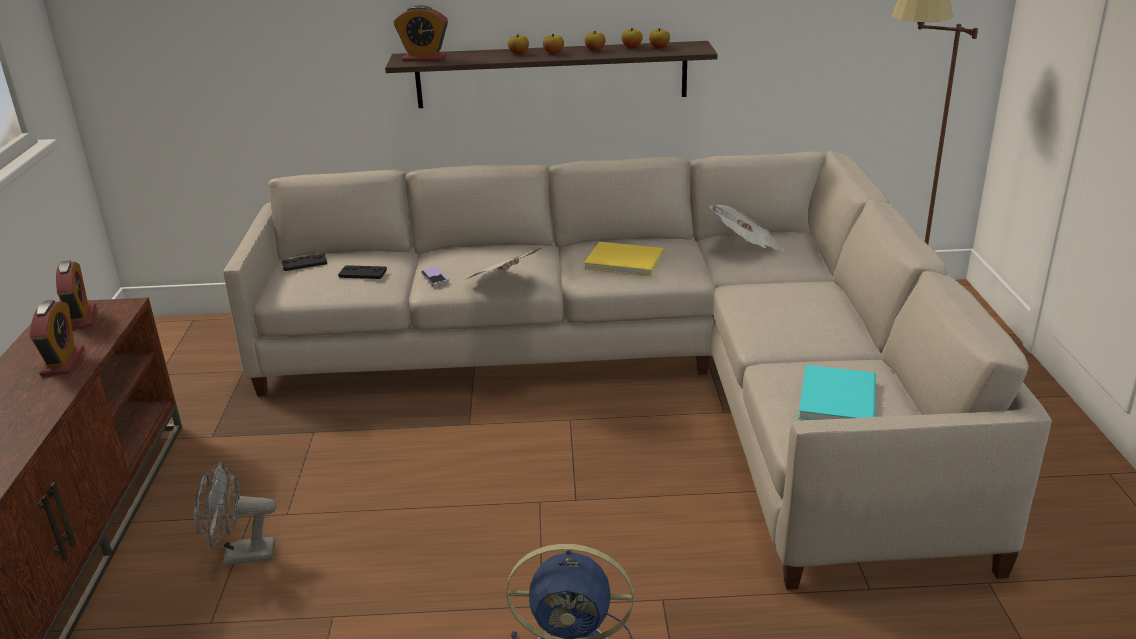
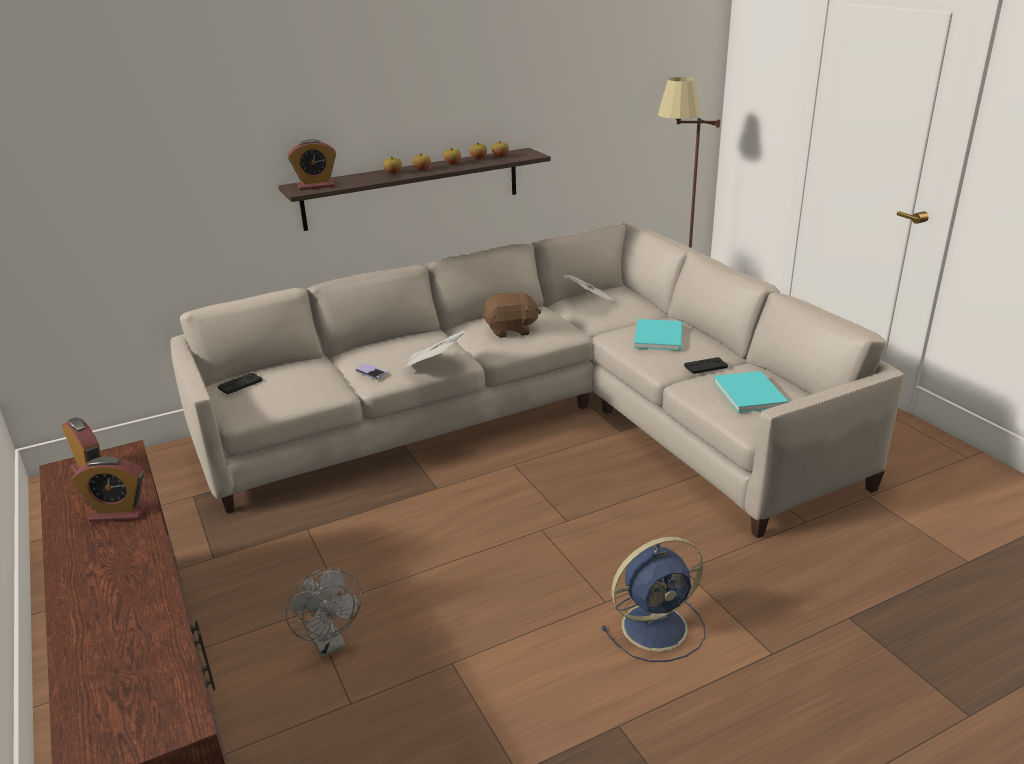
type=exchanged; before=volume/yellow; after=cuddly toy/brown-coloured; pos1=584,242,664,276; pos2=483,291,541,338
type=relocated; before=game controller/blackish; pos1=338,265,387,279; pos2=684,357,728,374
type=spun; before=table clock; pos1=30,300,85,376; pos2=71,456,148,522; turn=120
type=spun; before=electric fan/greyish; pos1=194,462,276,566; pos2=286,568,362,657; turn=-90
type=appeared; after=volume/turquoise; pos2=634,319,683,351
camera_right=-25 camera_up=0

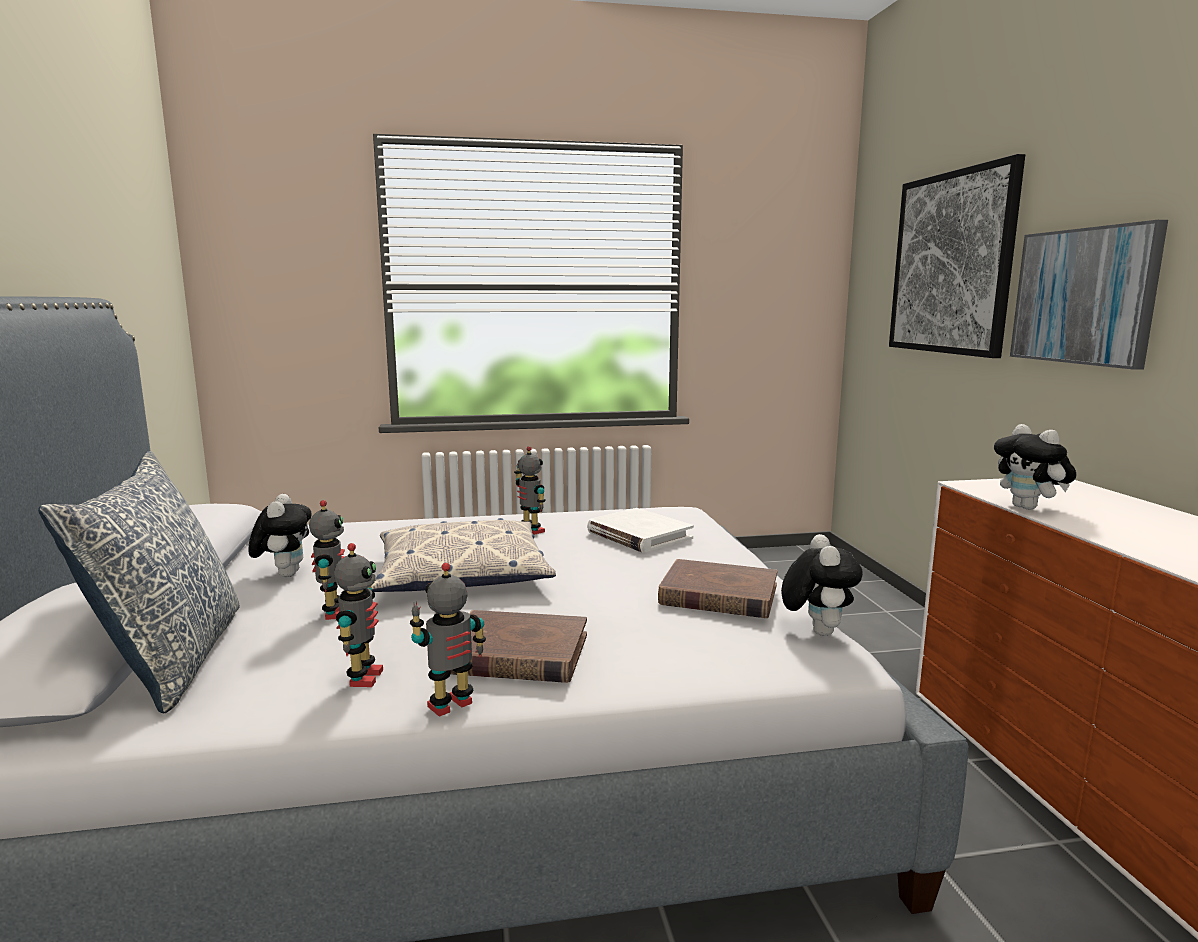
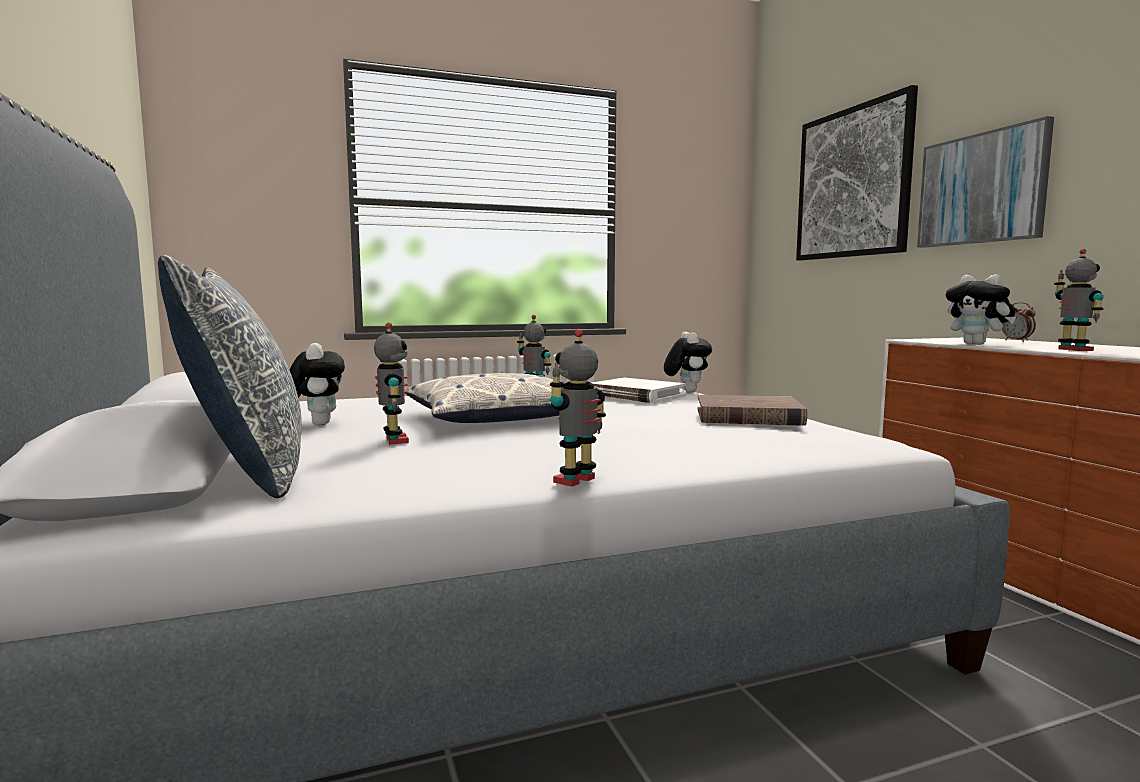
type=relocated; before=cuddly toy; pos1=781,534,863,636; pos2=664,332,712,392
type=relocated; before=toy robot; pos1=334,543,383,687; pos2=1054,249,1104,351
type=missing; before=volume/brown-coloured; pos1=450,610,587,683
type=appeared; after=table clock; pos2=1002,302,1036,342
camera_right=-10 camera_up=-5

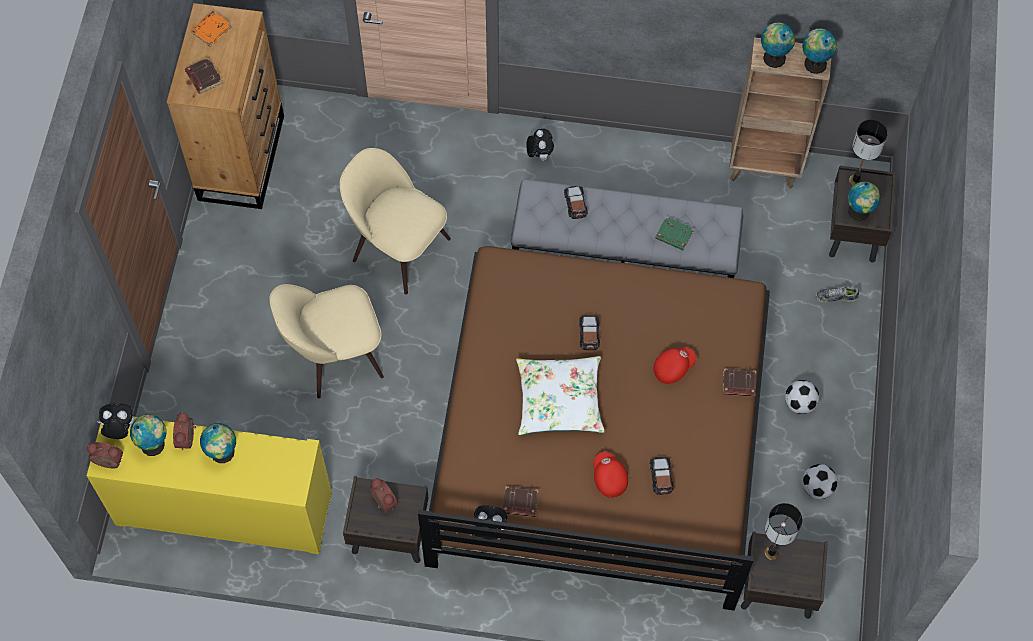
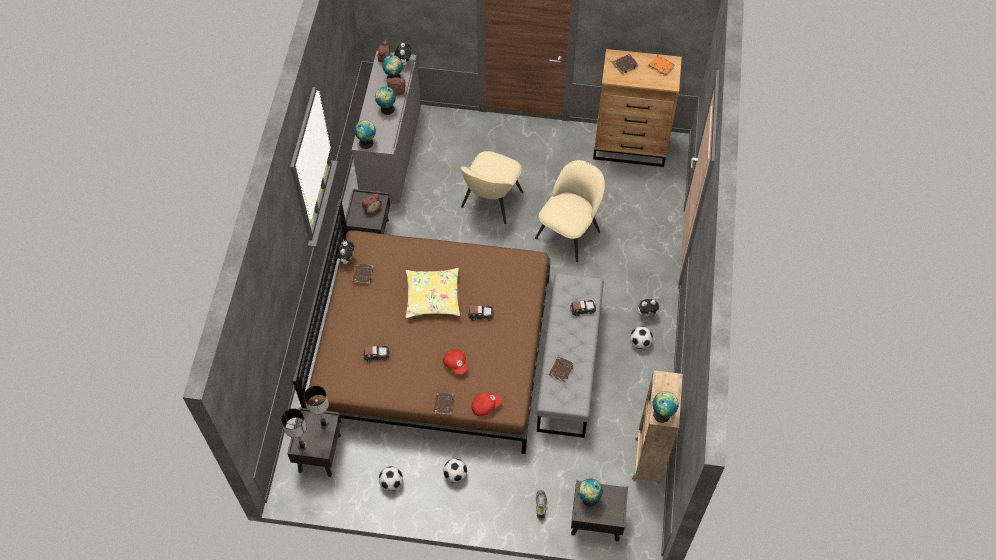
type=relocated; before=world globe; pos1=761,23,795,68; pos2=354,120,376,149
type=relocated; before=table lamp; pos1=849,120,888,186; pos2=281,408,307,451
type=colour; before=volume/green; after=volume/brown-coloured; pos1=655,217,694,250; pos2=549,356,574,382
type=spun; before=plain chair/beige; pos1=269,284,384,398; pos2=460,151,524,224; turn=-135
type=colour; before=throw pillow/white-coloured; after=throw pillow/yellow; pos1=516,356,604,435; pos2=406,268,460,318
type=colour; before=storage cabinet/yellow; after=storage cabinet/greyish; pos1=87,417,332,554; pos2=352,51,421,204
type=relocated; before=cap/reddish; pos1=593,452,628,498; pos2=471,392,502,416
type=appeared; after=football ball; pos2=630,326,653,349
camera_right=90 camera_up=-5

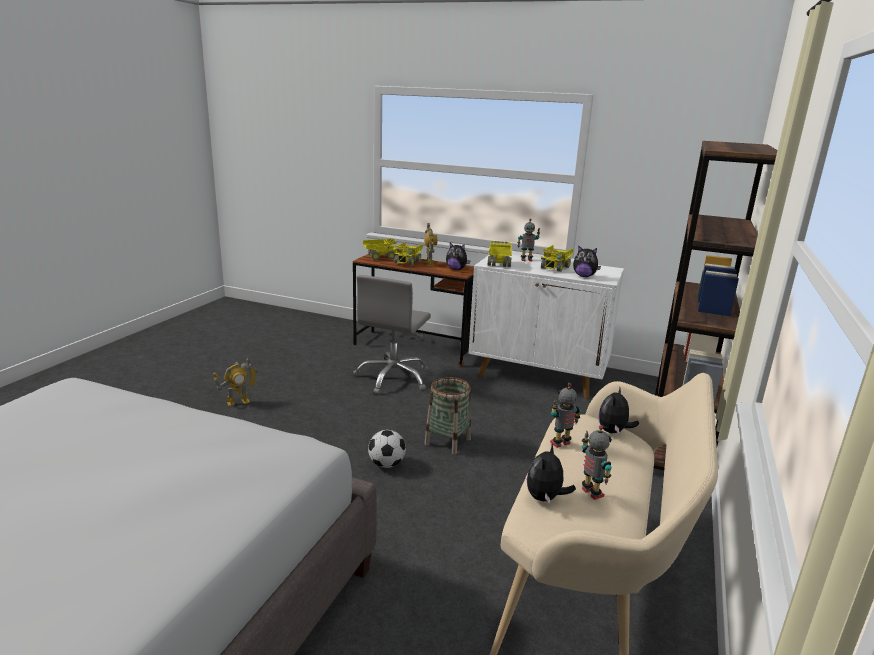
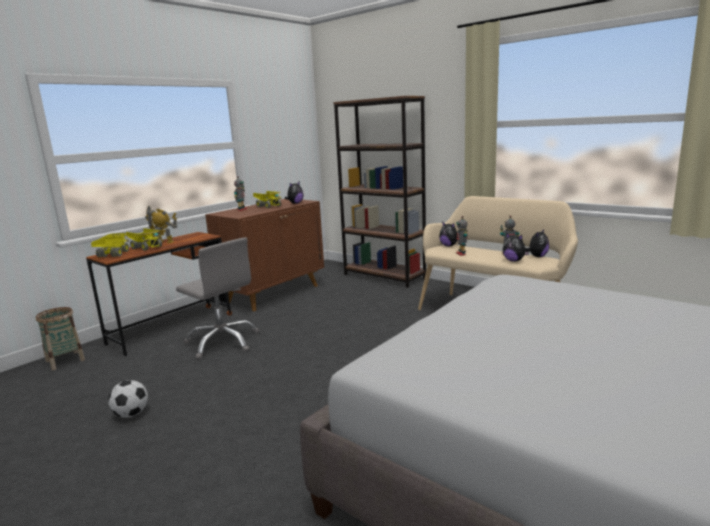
type=missing; before=toy truck; pos1=487,241,512,267
type=relocated; before=cuddly toy; pos1=446,243,471,270; pos2=525,229,549,257
type=colour; before=storage cabinet/white-coloured; after=storage cabinet/brown-coloured; pos1=469,254,624,399; pos2=205,199,324,311
type=missing; before=toy robot; pos1=213,358,258,406
type=relocated; before=storage basket; pos1=424,377,471,455; pos2=36,307,85,371
type=relocated; before=football ball; pos1=368,430,406,468; pos2=108,380,148,418
camera_right=-70 camera_up=-5

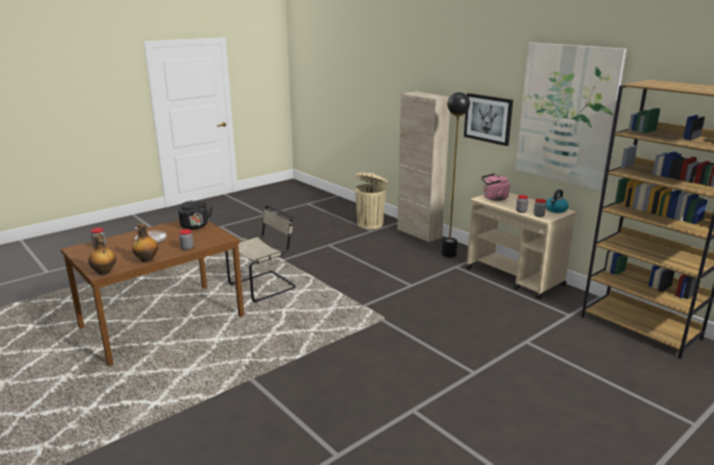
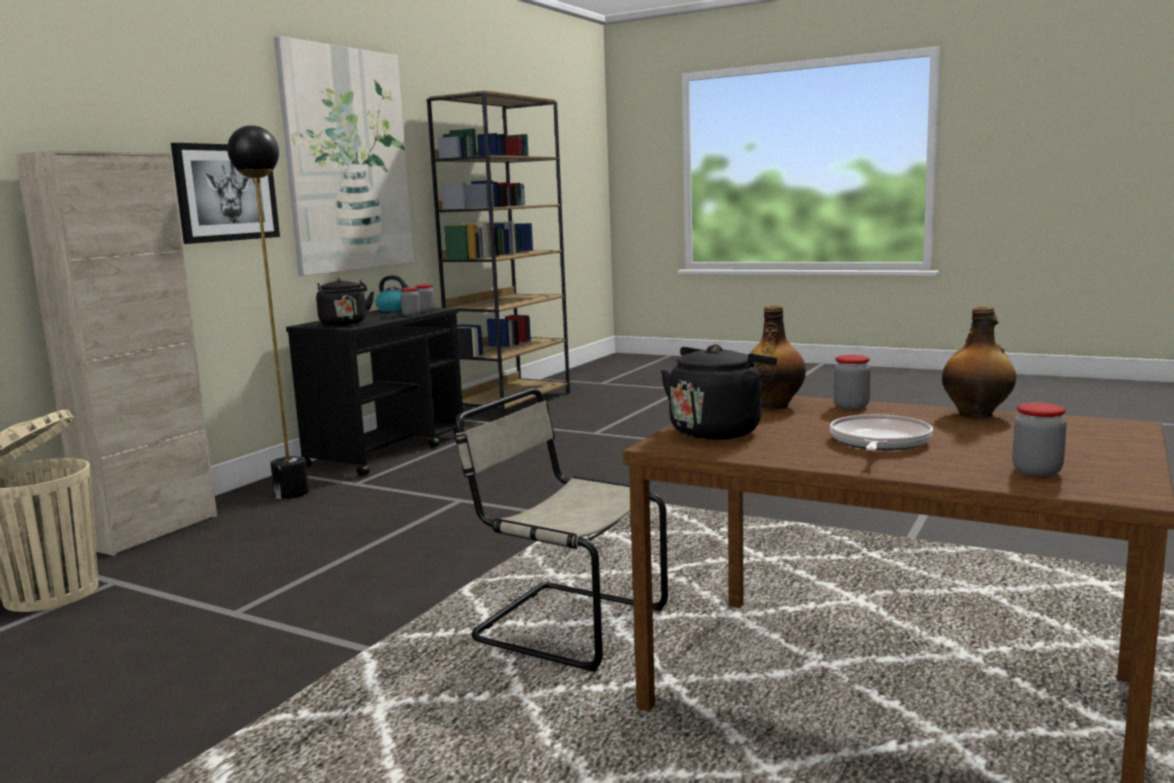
type=colour; before=kettle/pink; after=kettle/blackish; pos1=481,173,510,201; pos2=316,278,374,326
type=colour; before=cart/beige; after=cart/blackish; pos1=466,193,577,299; pos2=286,308,465,476
type=relocated; before=bottle; pos1=88,234,116,275; pos2=750,305,806,409
camera_right=-110 camera_up=-10

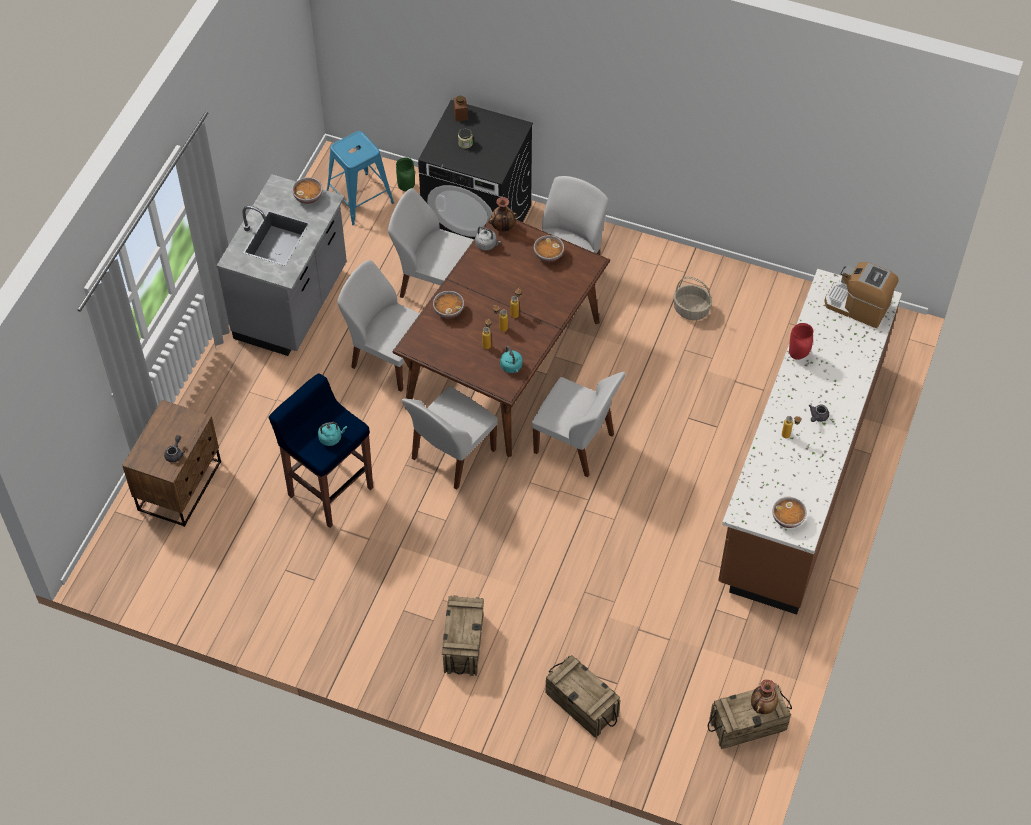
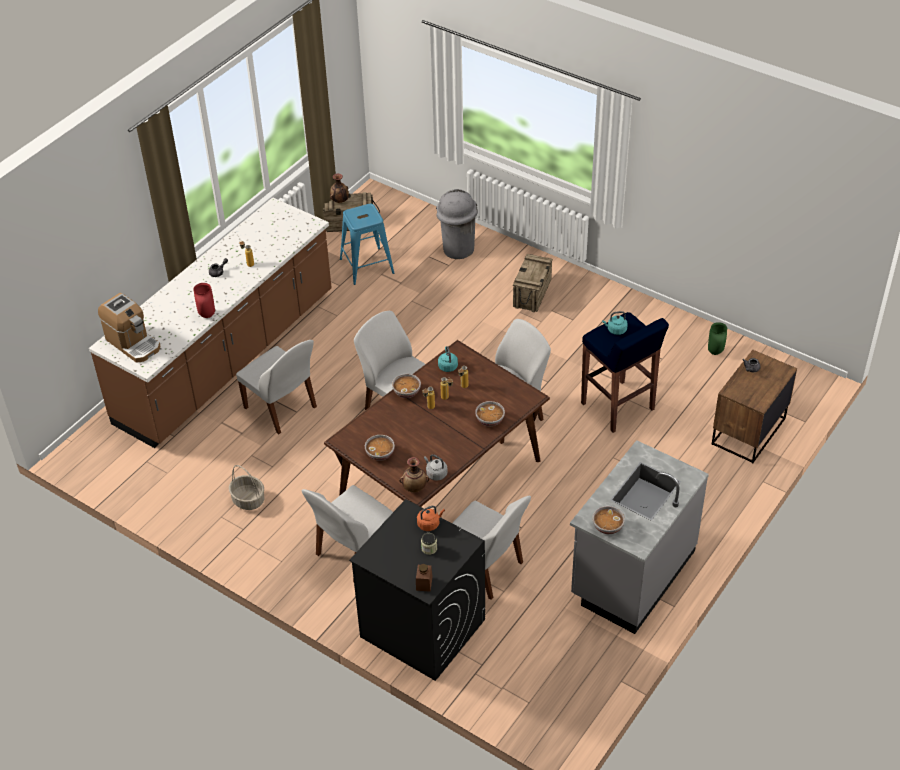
type=relocated; before=sitting stool/bluish; pos1=327,131,394,225; pos2=340,204,394,285
type=relocated; before=vase/green; pos1=396,158,415,191; pos2=708,322,727,355
type=relocated; before=plain chair/white-coloured; pos1=337,260,420,392; pos2=236,340,317,434
type=relocated; before=deep dish; pos1=772,497,807,528; pos2=392,374,421,398
type=exchanged; before=shipping crate; after=waste bin/greyish; pos1=546,655,620,738; pos2=436,189,478,259
type=appeared; after=kettle/orange; pos2=417,506,445,531
camera_right=-165 camera_up=-10

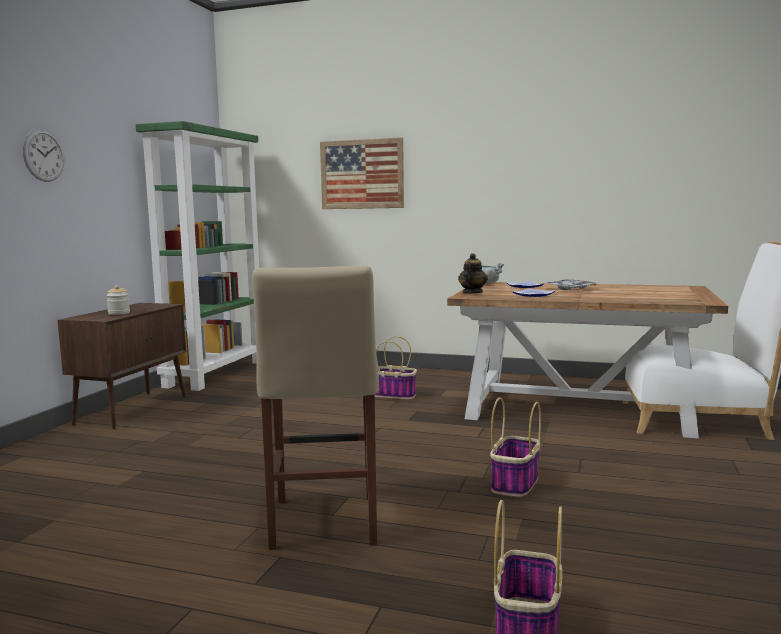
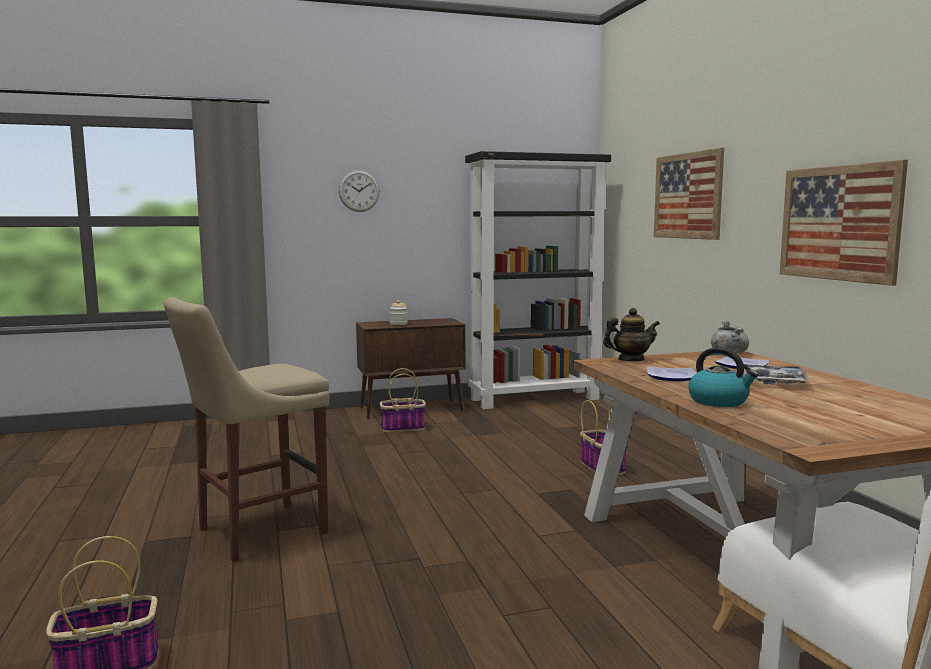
type=colour; before=shelving unit/green; after=shelving unit/blackish; pos1=136,121,259,391; pos2=465,151,611,409
type=relocated; before=storage basket; pos1=490,397,541,497; pos2=379,368,426,432
type=appeared; after=wall picture; pos2=780,160,908,286
type=appeared; after=kettle; pos2=688,347,758,407
camera_right=55 camera_up=0

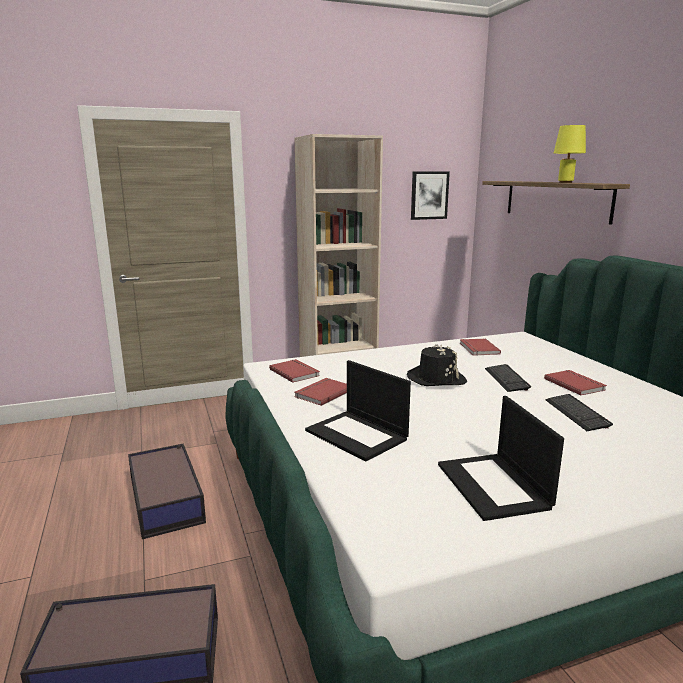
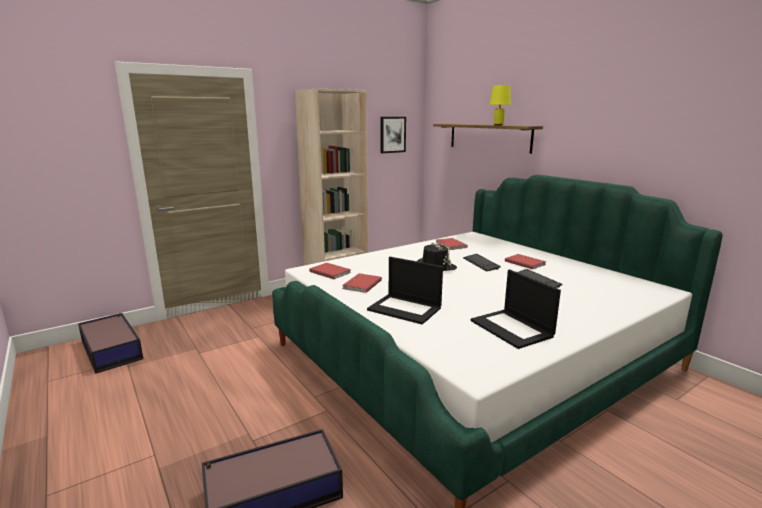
type=relocated; before=storage bin; pos1=128,443,206,539; pos2=78,313,143,374
camera_right=-15 camera_up=0

